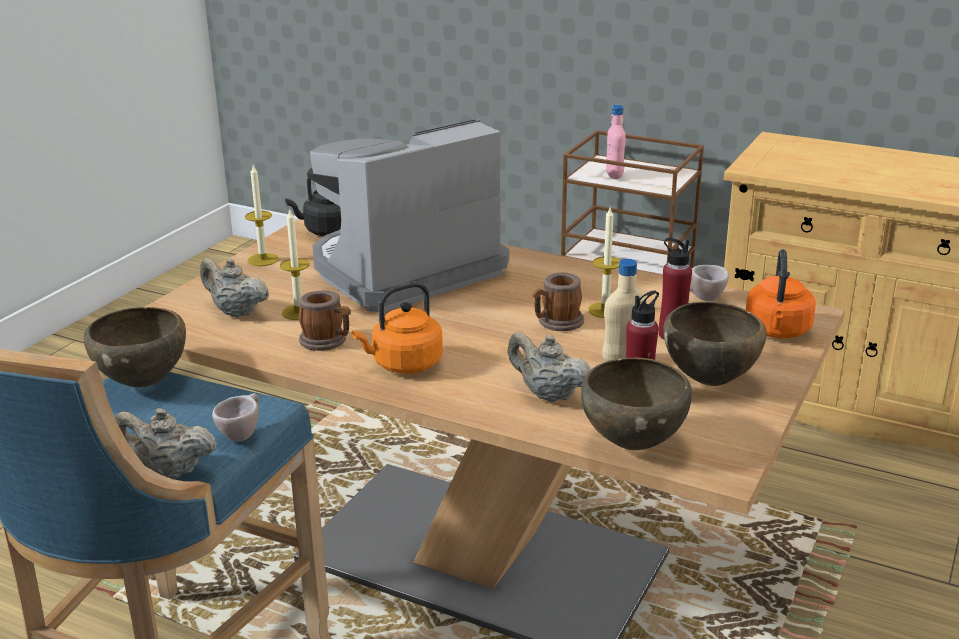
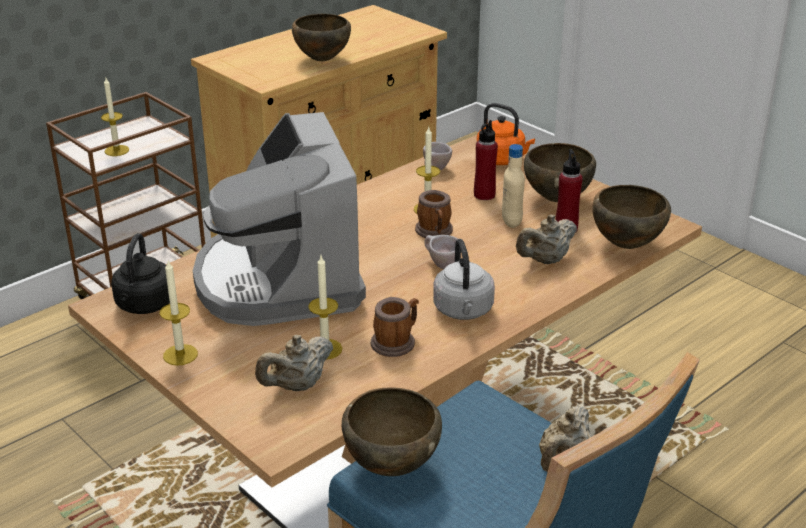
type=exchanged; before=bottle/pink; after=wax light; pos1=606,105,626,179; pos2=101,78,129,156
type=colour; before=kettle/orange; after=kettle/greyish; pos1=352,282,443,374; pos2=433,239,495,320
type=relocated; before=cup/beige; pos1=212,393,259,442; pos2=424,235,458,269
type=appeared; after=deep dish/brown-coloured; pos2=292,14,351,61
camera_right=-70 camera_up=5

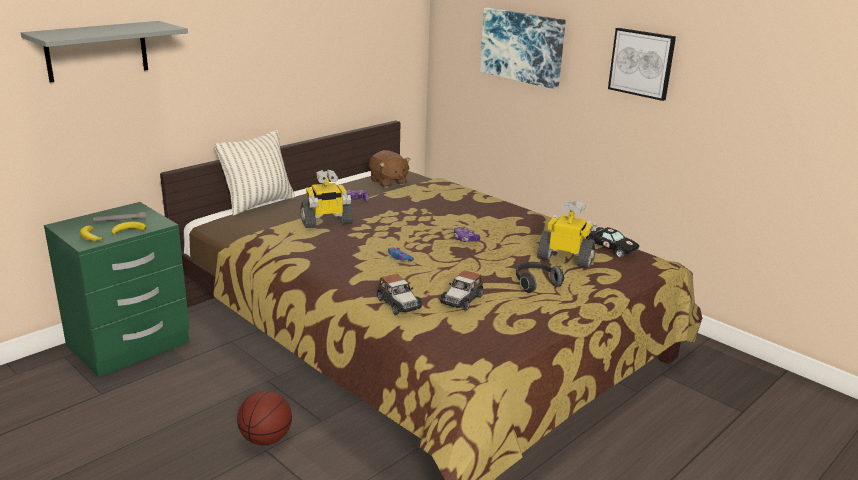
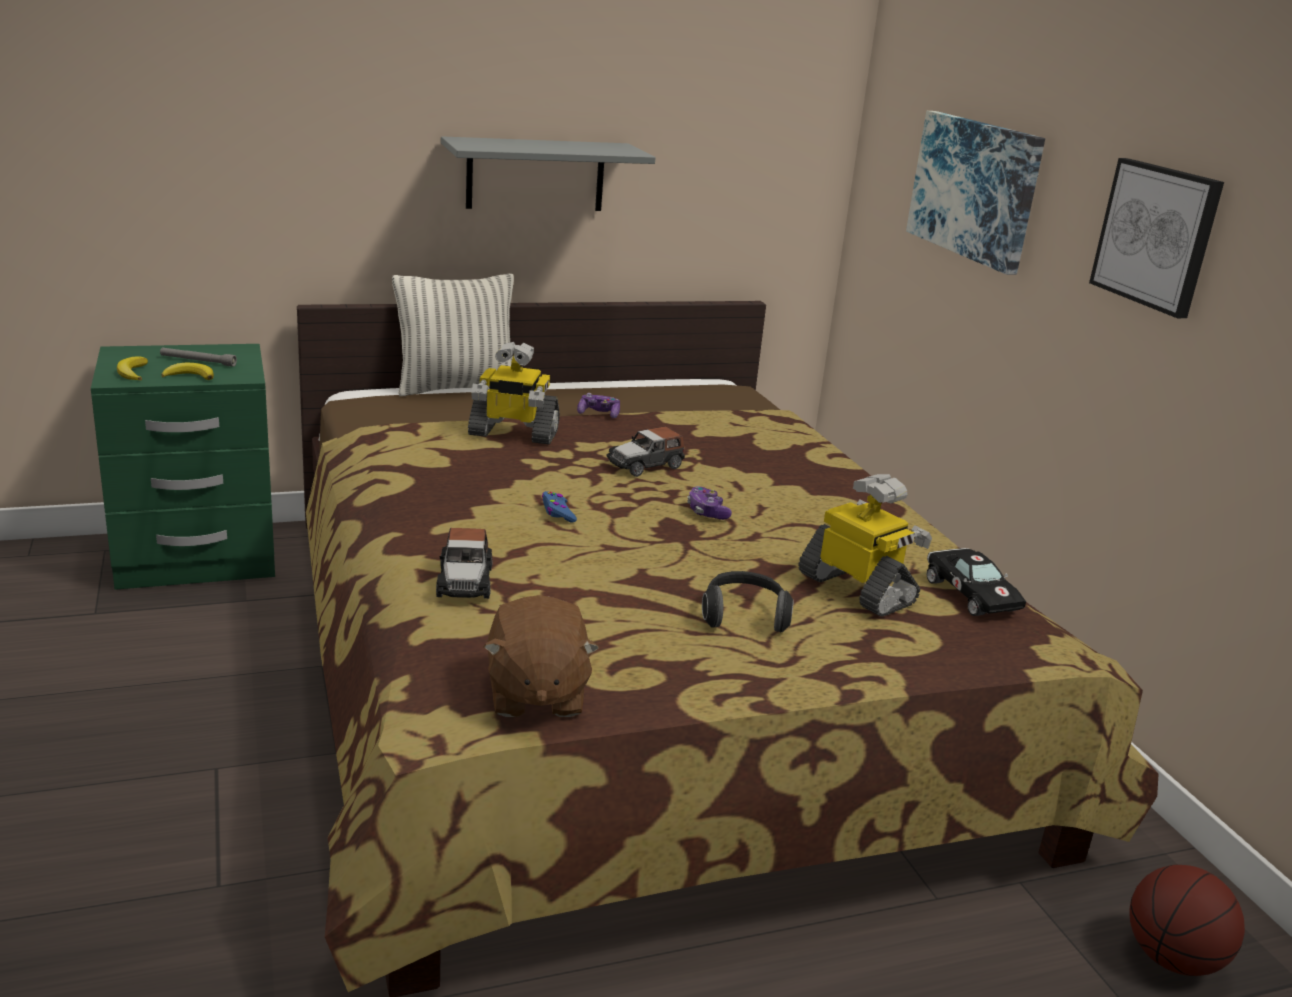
type=relocated; before=bracket shelf/greyish; pos1=21,21,188,83; pos2=441,136,655,211
type=relocated; before=cuddly toy/brown-coloured; pos1=369,150,411,188; pos2=483,595,600,717
type=relocated; before=model car; pos1=440,270,483,311; pos2=606,426,685,477
type=relocated; before=basketball; pos1=237,390,292,445; pos2=1129,865,1245,976
camera_right=25 camera_up=0

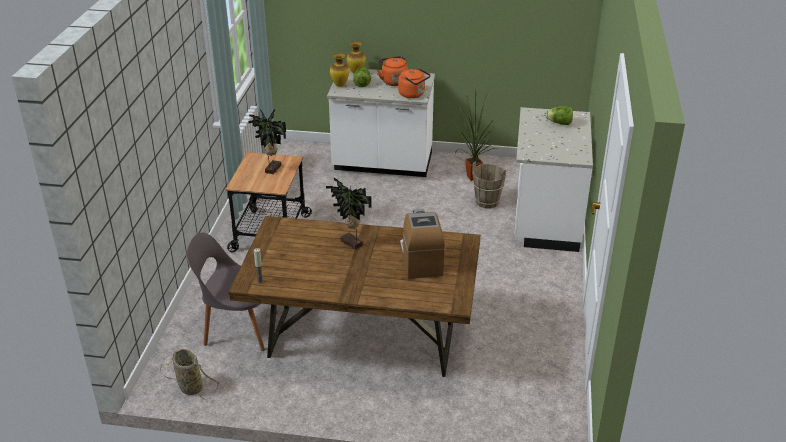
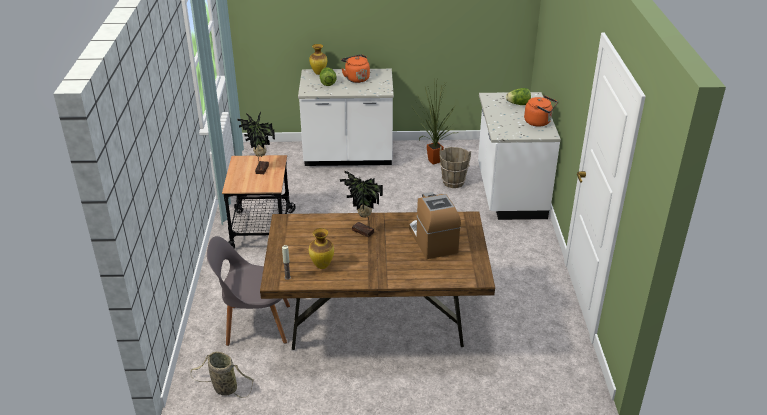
type=relocated; before=vase; pos1=330,53,349,87; pos2=309,228,334,269
type=relocated; before=kettle/orange; pos1=398,68,431,98; pos2=524,95,558,127
camera_right=-10 camera_up=0

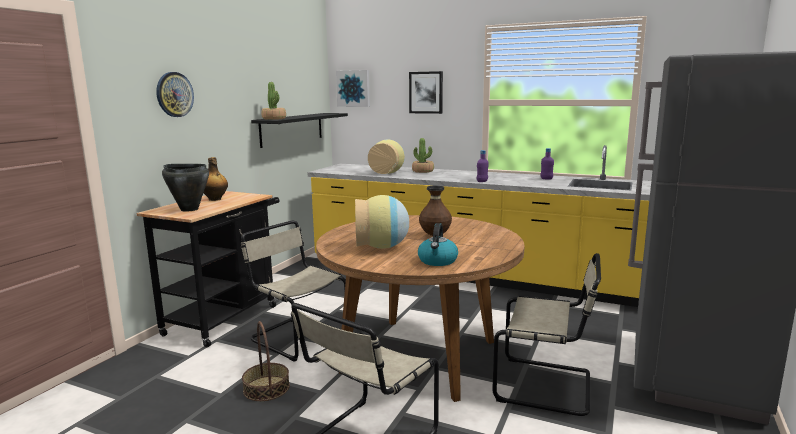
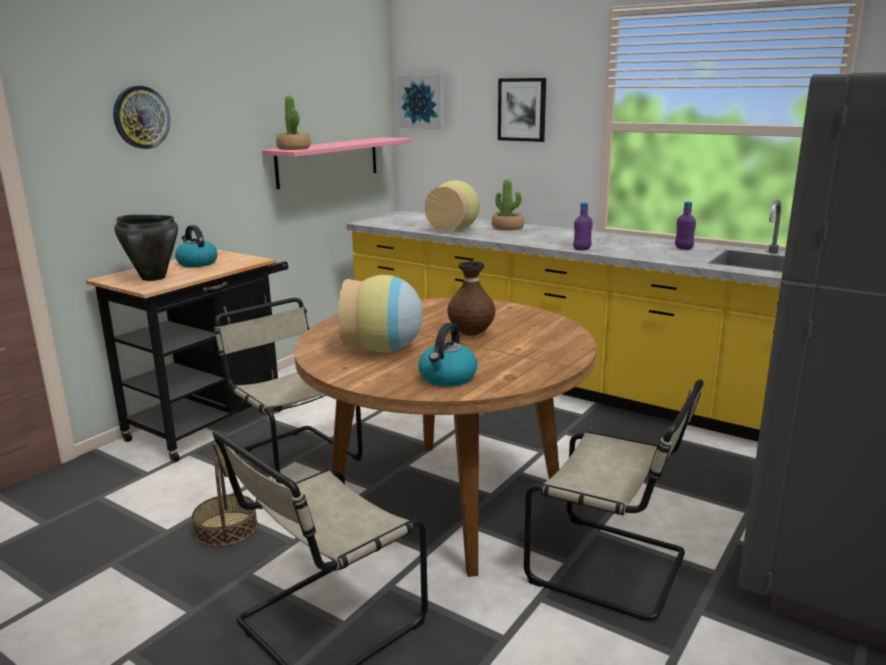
type=colour; before=bracket shelf/blackish; after=bracket shelf/pink; pos1=251,113,348,148; pos2=262,137,412,189
type=exchanged; before=bottle; after=kettle; pos1=204,157,228,201; pos2=175,225,218,267
camera_right=10 camera_up=5

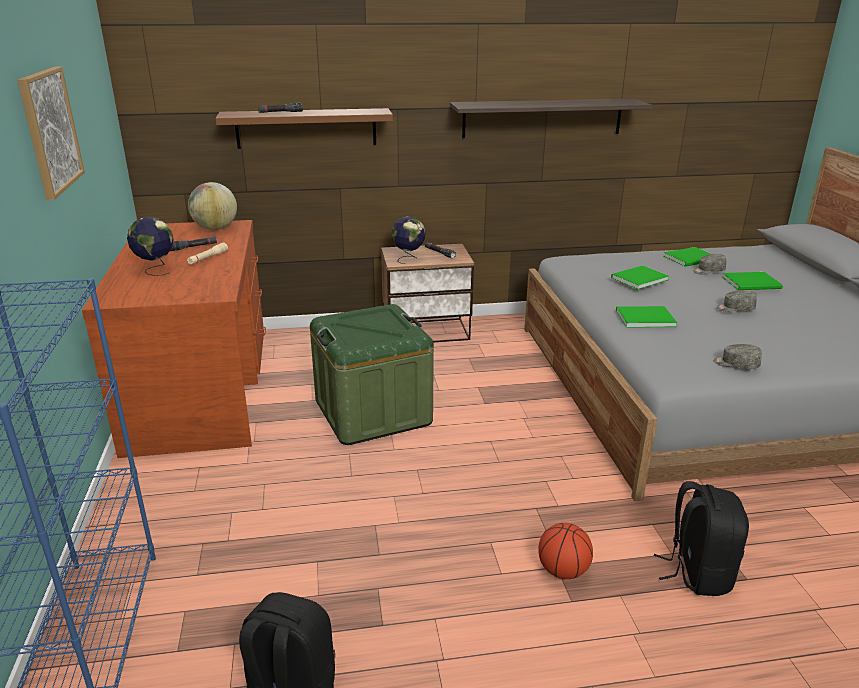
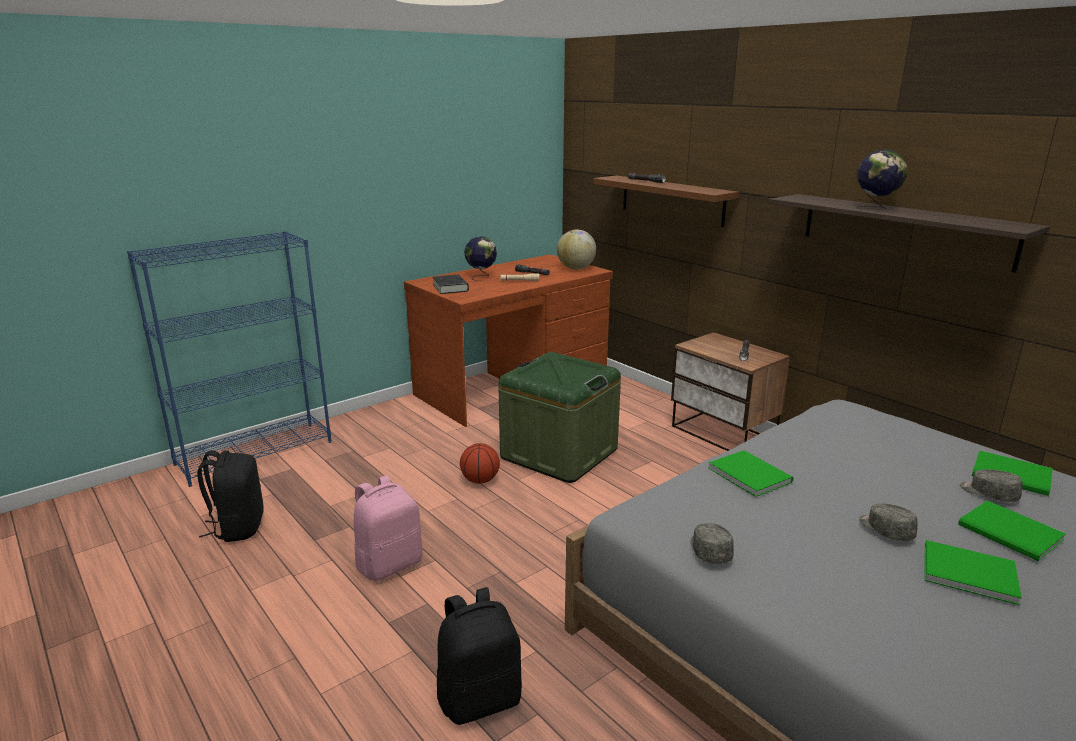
type=missing; before=wall picture; pos1=17,67,85,200
type=relocated; before=world globe; pos1=392,216,426,264; pos2=857,149,907,209
type=relocated; before=volume/green; pos1=611,265,669,289; pos2=925,540,1022,605
type=relocated; before=basketball; pos1=538,523,593,579; pos2=460,443,500,484
type=appeared; after=volume/blackish; pos2=433,275,469,294
type=appeared; after=rucksack/pink; pos2=354,475,423,581
camera_right=60 camera_up=-5

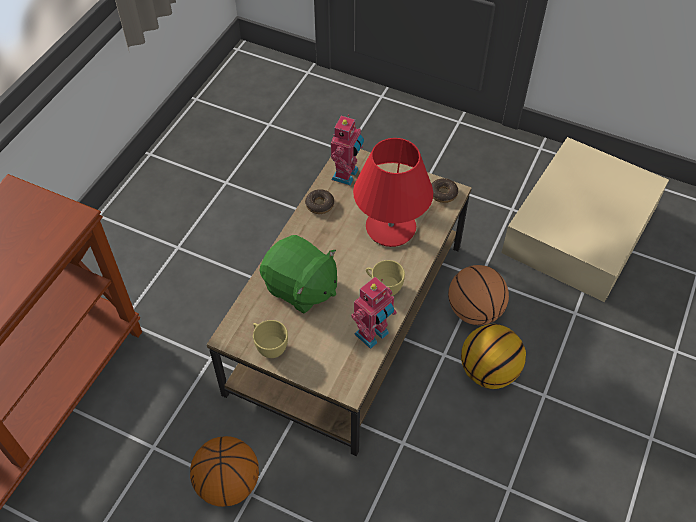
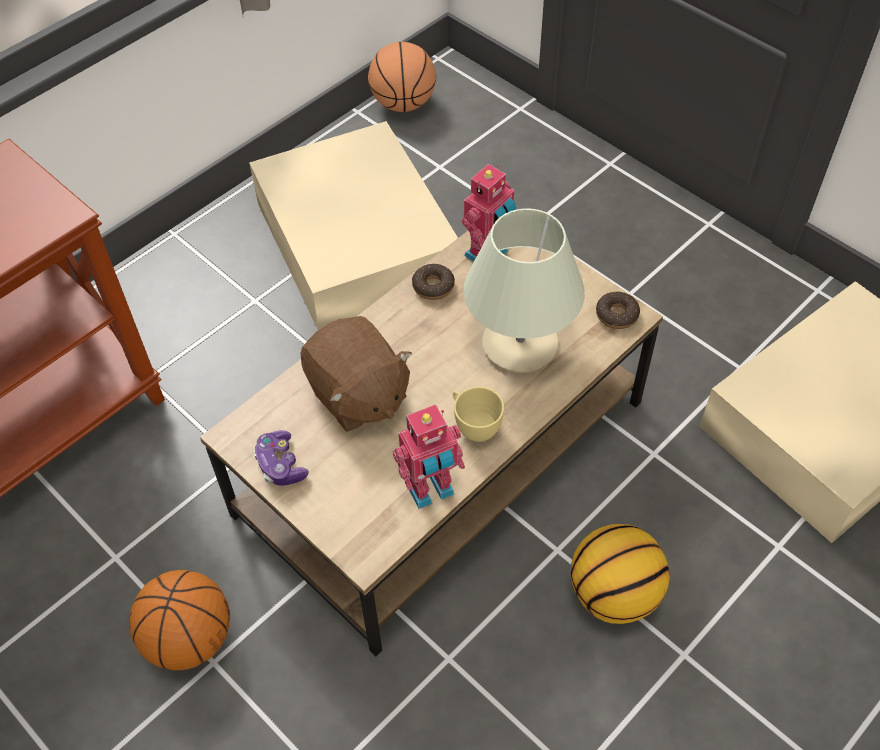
type=colour; before=table lamp/reddish; after=table lamp/beige; pos1=353,138,433,247; pos2=463,208,585,373
type=colour; before=cuddly toy/green; after=cuddly toy/brown-coloured; pos1=259,235,337,314; pos2=300,316,412,432
type=relocated; before=basketball; pos1=448,265,509,325; pos2=368,42,436,112
type=exchanged; before=cup/yellow; after=game controller; pos1=253,320,288,358; pos2=254,430,309,486
type=appeared; after=storage bin/beige; pos2=249,121,458,330
camera_right=20 camera_up=0

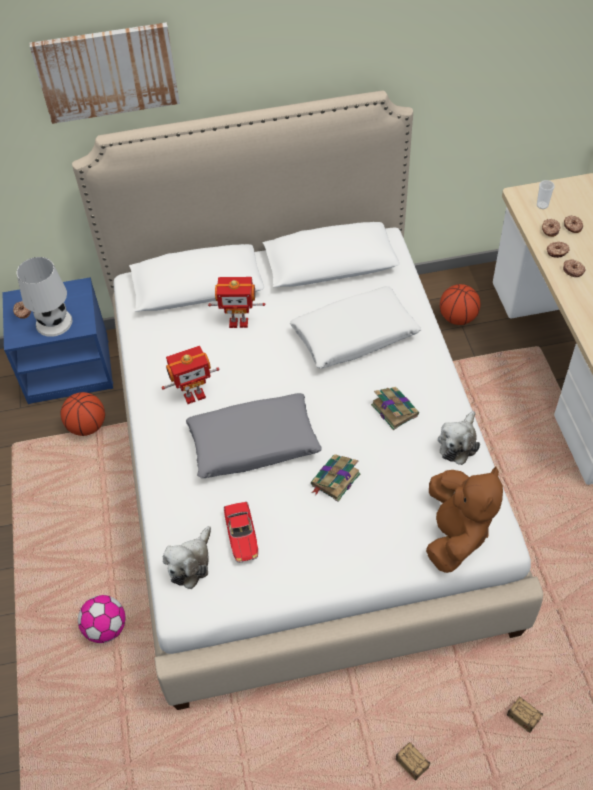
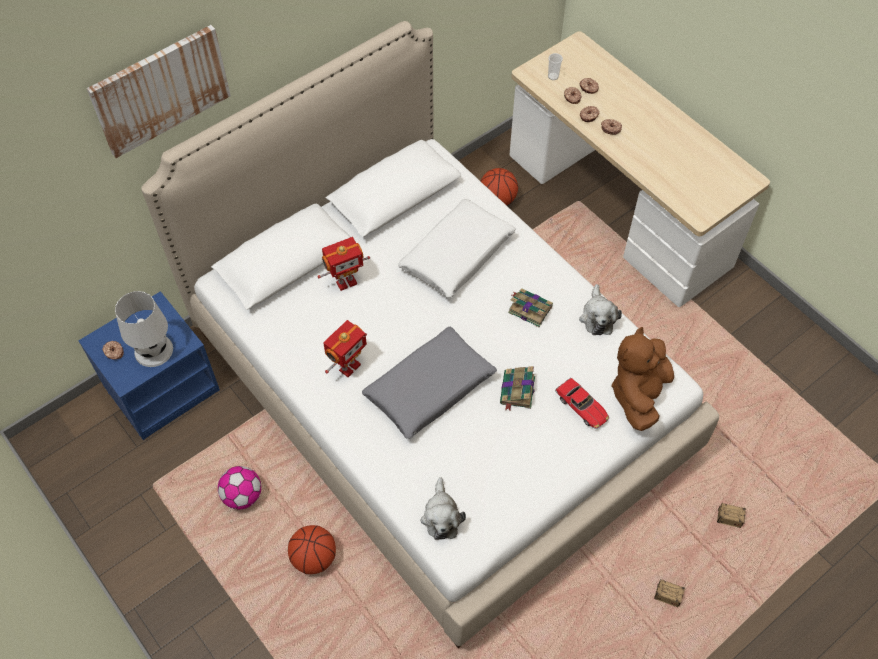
type=relocated; before=basketball; pos1=60,392,105,436; pos2=288,525,336,574
type=spun; before=cuddly toy/brown-coloured; pos1=426,467,503,573; pos2=611,327,674,431; turn=-135
type=relocated; before=model car; pos1=224,502,258,562; pos2=555,378,609,429
type=relocated; before=football ball; pos1=78,595,126,643; pos2=218,466,261,510
camera_right=-30 camera_up=5

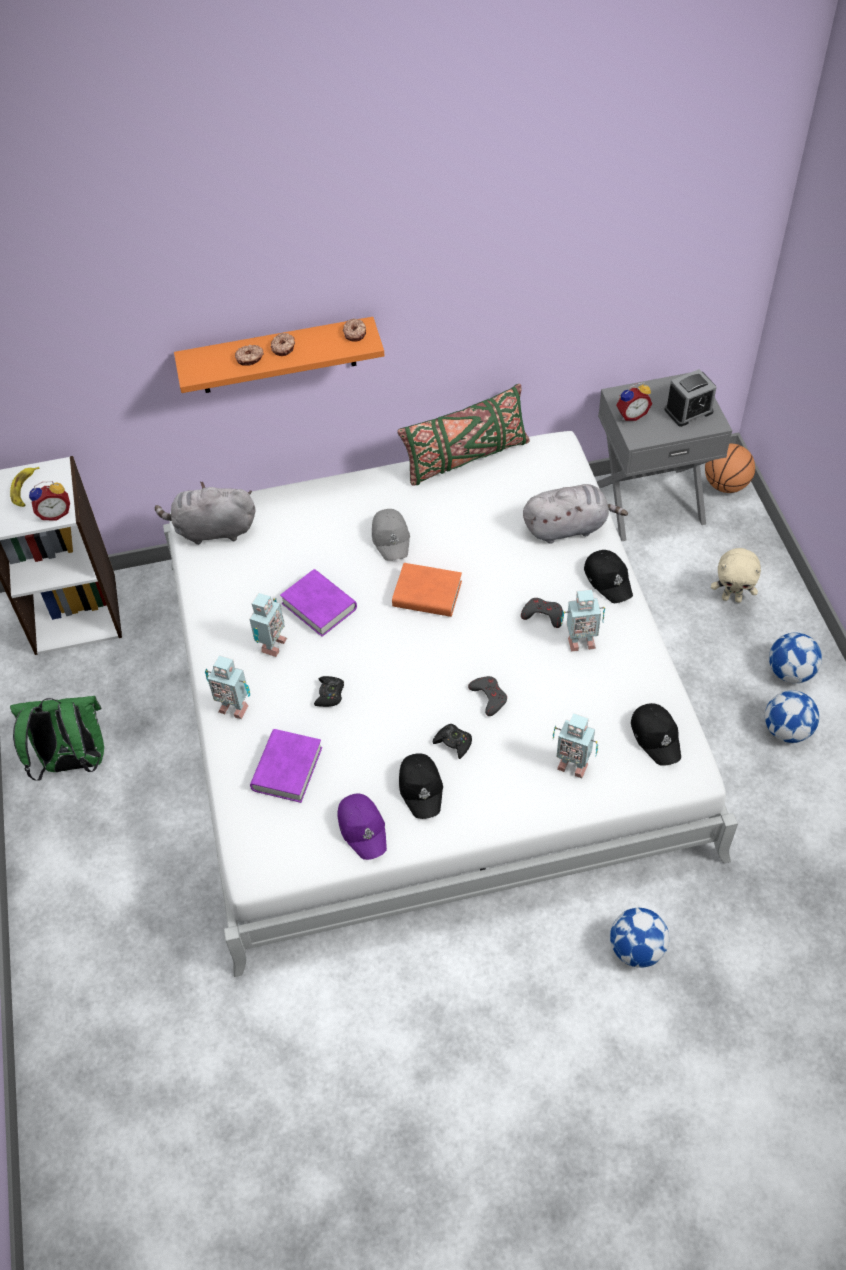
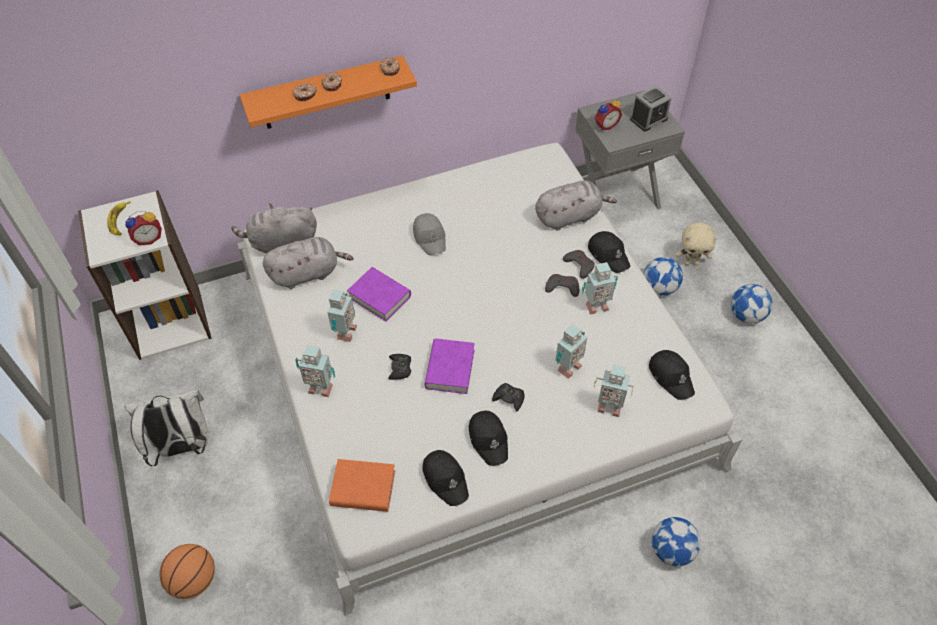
type=missing; before=throw pillow/green; pos1=397,384,530,486
type=relocated; before=basketball; pos1=705,444,755,493; pos2=159,544,215,599
type=relocated; before=volume/orange; pos1=392,563,462,617; pos2=329,459,395,512
type=relocated; before=game controller/greyish; pos1=468,676,507,716; pos2=563,250,595,279
type=relocated; before=football ball; pos1=765,690,819,743; pos2=644,257,683,296
type=colour; before=rucksack/green; after=rucksack/white-coloured; pos1=10,696,104,781; pos2=125,389,209,466
type=relocated; before=volume/purple-coloured; pos1=250,729,322,803; pos2=425,339,475,394
type=colour; before=cap/purple-coloured; after=cap/blackish; pos1=337,793,387,860; pos2=422,450,469,506
type=appeared; after=cuddly toy/greyish; pos2=263,237,354,289
type=appeared; after=toy robot; pos2=556,324,587,379
camera_right=-10 camera_up=0

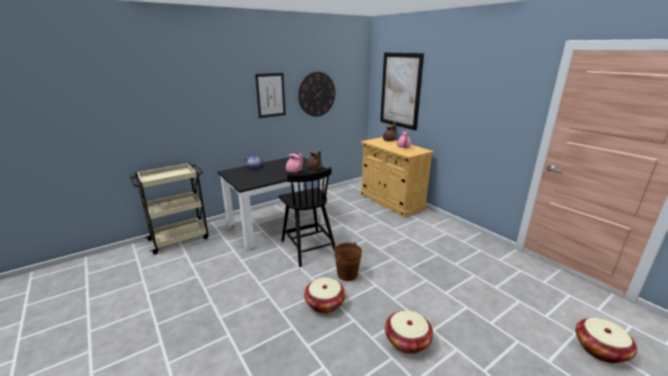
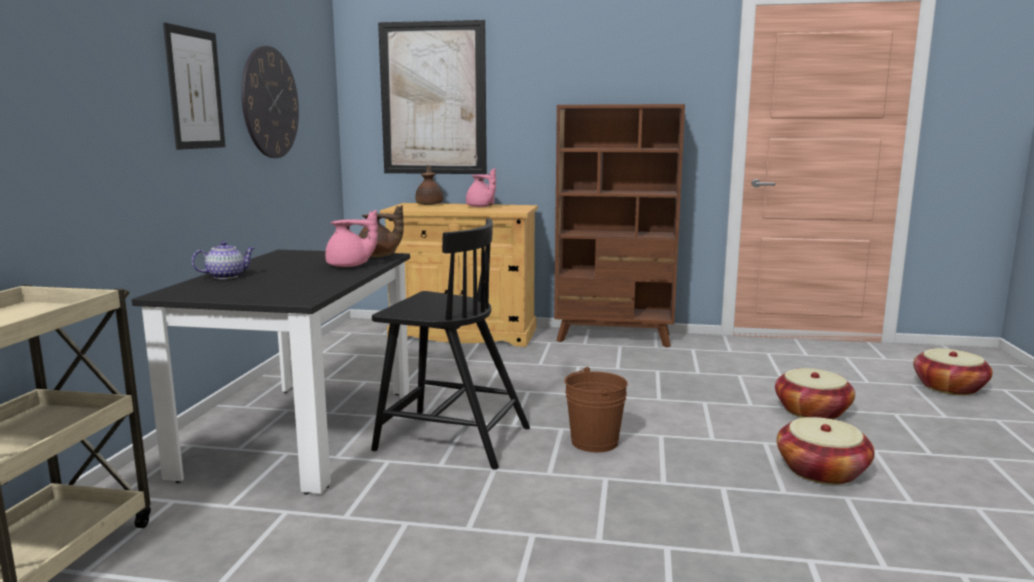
type=relocated; before=storage basket; pos1=304,278,346,313; pos2=775,368,855,420
type=appeared; after=shelving unit/brown-coloured; pos2=554,104,685,347
camera_right=-45 camera_up=-10

